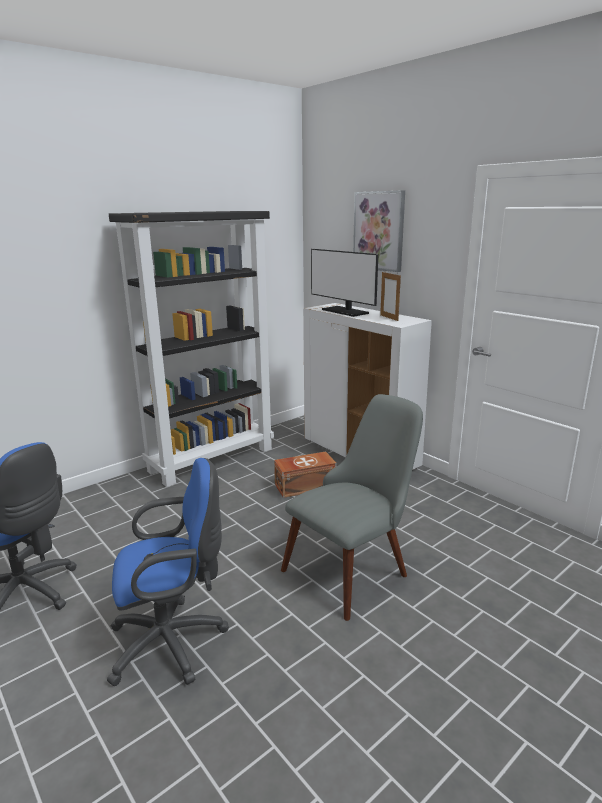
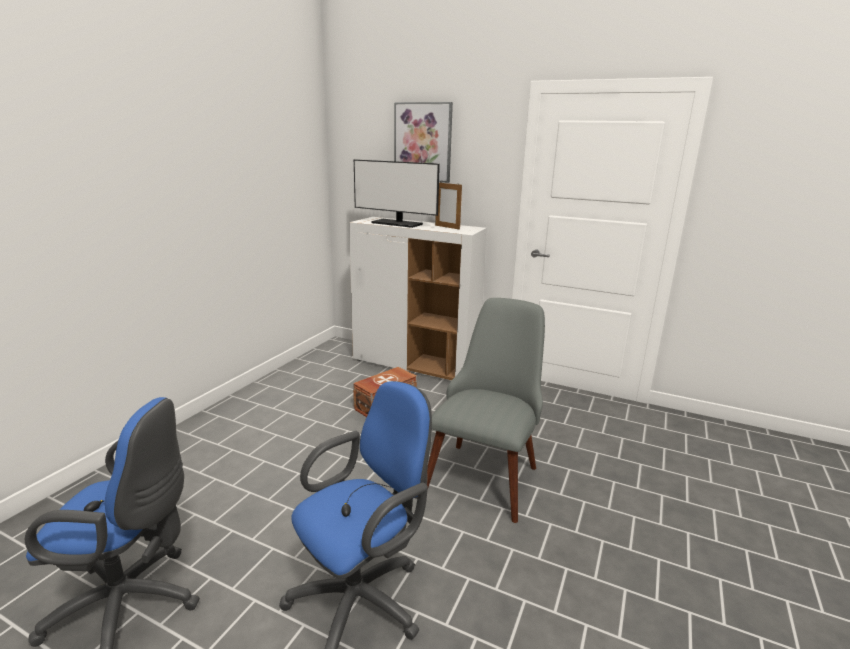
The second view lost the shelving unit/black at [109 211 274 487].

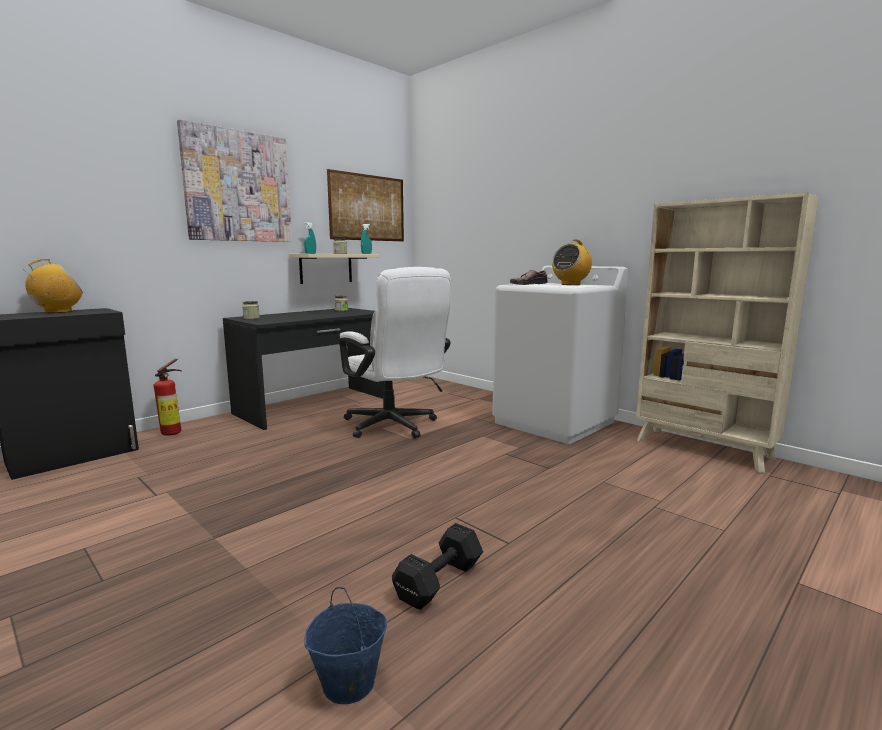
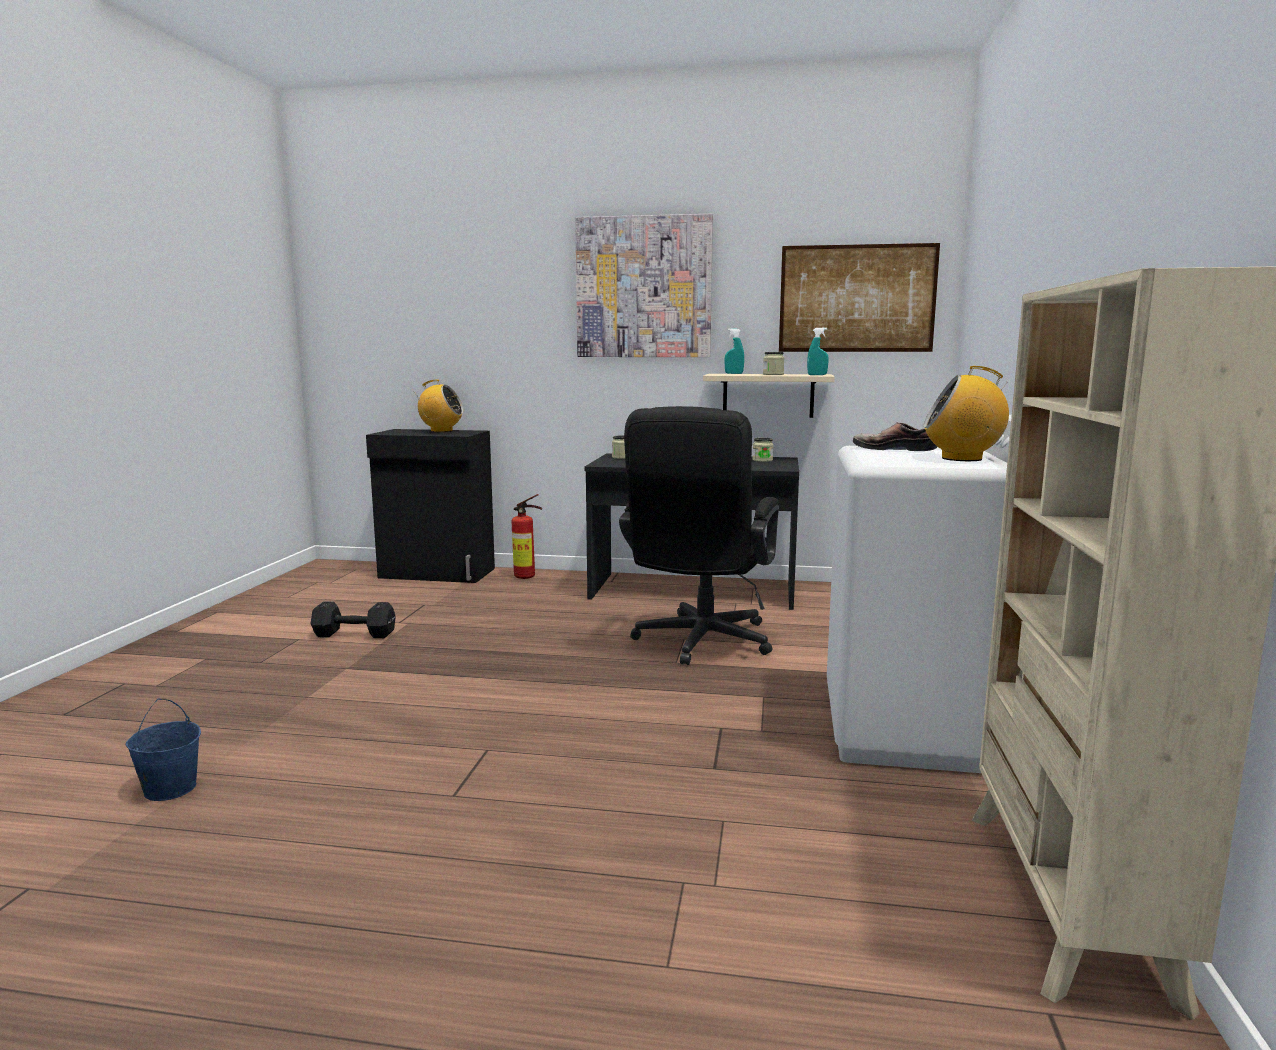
The free weight/black ended up elsewhere, having gone from [392 523 483 610] to [311 601 396 638].
What was the computer chair/white at [339 267 451 439] turned into the computer chair/black at [619 406 779 665].

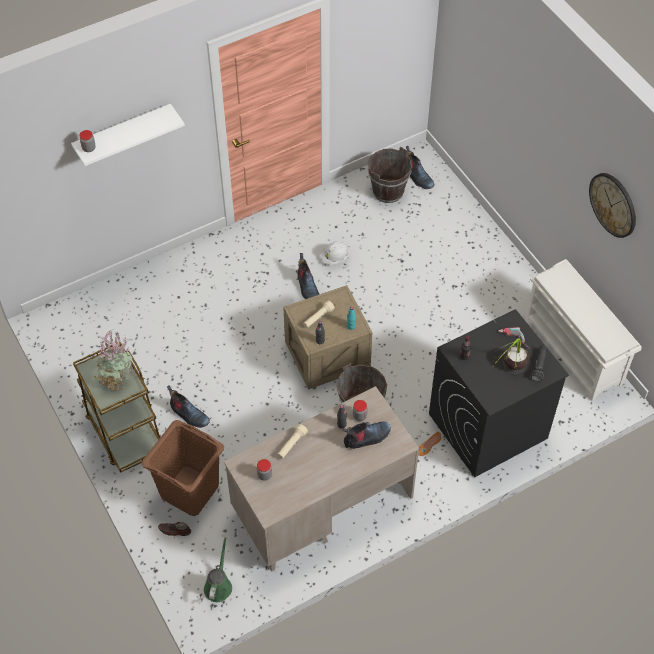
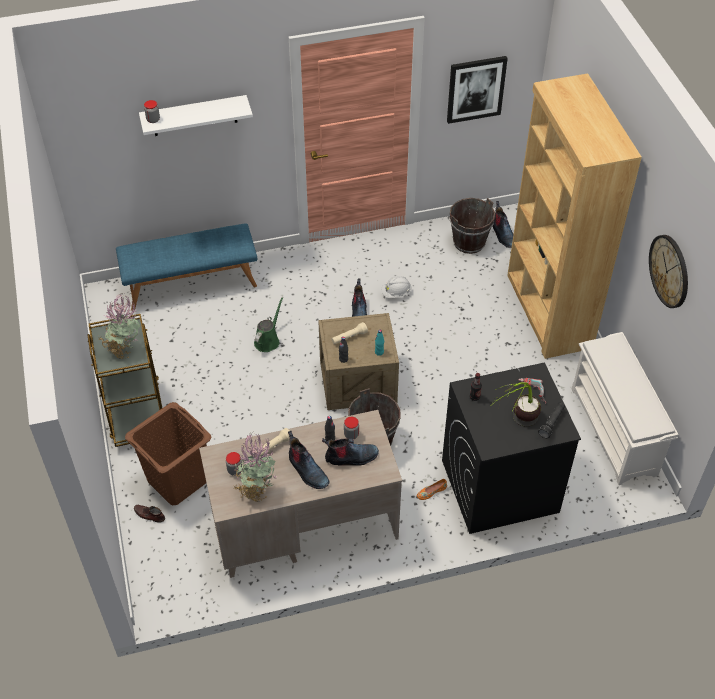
The second view gained the bench/bluish at [116 223 257 310].
The second view gained the potted plant at [233 433 278 503].
The second view gained the wall picture at [447 56 508 124].
The second view gained the shelving unit/brown at [507 74 642 359].
The tall boot ended up elsewhere, having gone from [167 385 210 428] to [288 431 329 489].
The watering pot/green ended up elsewhere, having gone from [204 537 232 602] to [254 297 283 352].

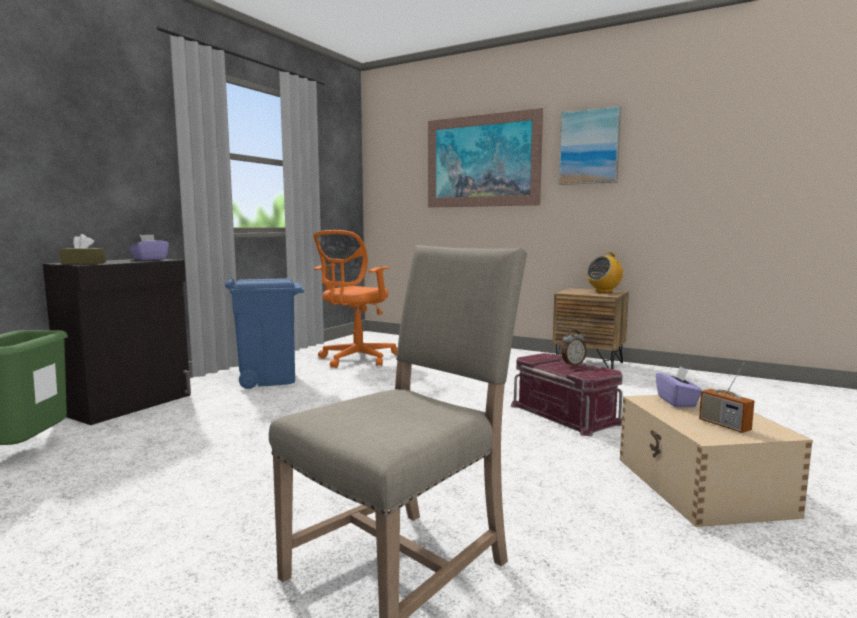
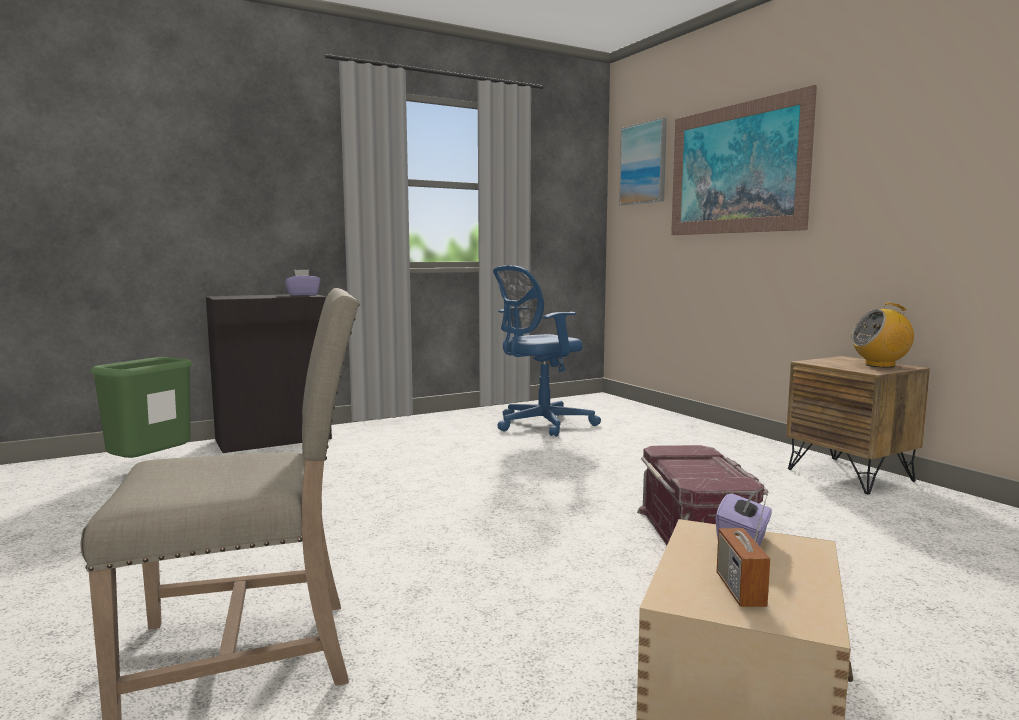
The second view lost the tissue holder/brown at [60 234 106 264].
The second view lost the waste bin/bluish at [225 278 304 389].
The second view lost the bedside clock at [561 330 587 366].
The wall picture ended up elsewhere, having gone from [558 106 621 185] to [619 117 667 206].
What was the computer chair/orangey at [313 230 398 368] turned into the computer chair/bluish at [493 265 601 437].

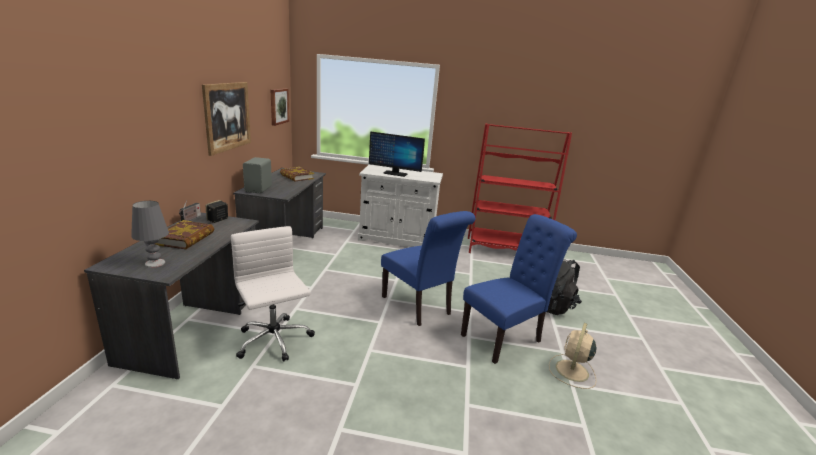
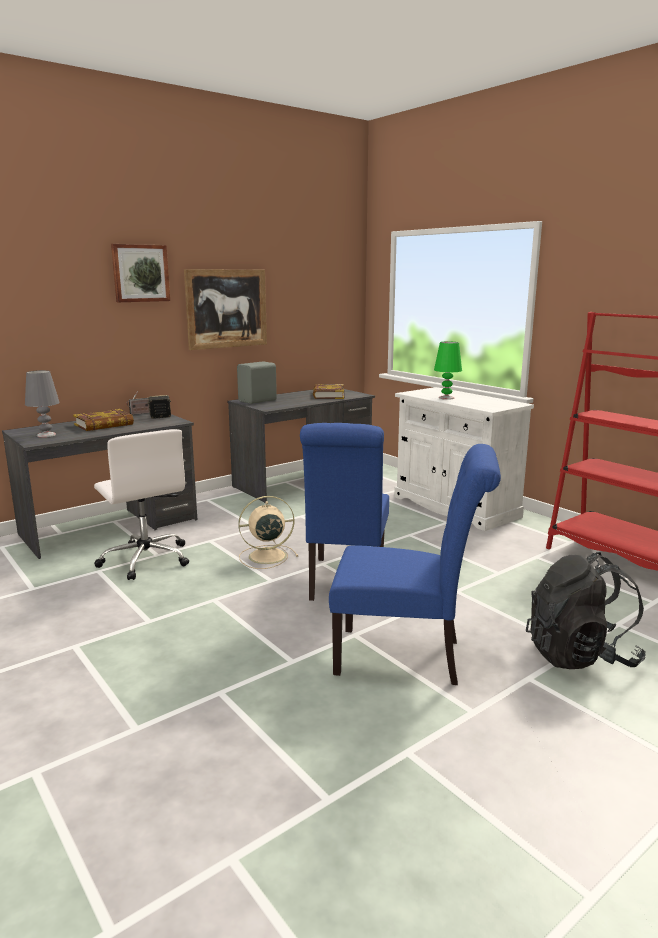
The wall picture ended up elsewhere, having gone from [271 88 289 126] to [111 244 170 302].
The electric fan/beige ended up elsewhere, having gone from [549 323 597 389] to [238 496 298 569].
Where the computer display stood at [369 132 425 177], the lamp for a table/green came to stand at [434 342 462 400].
The computer chair/white at [231 226 315 362] ended up facing another way, 135 degrees clockwise from before.

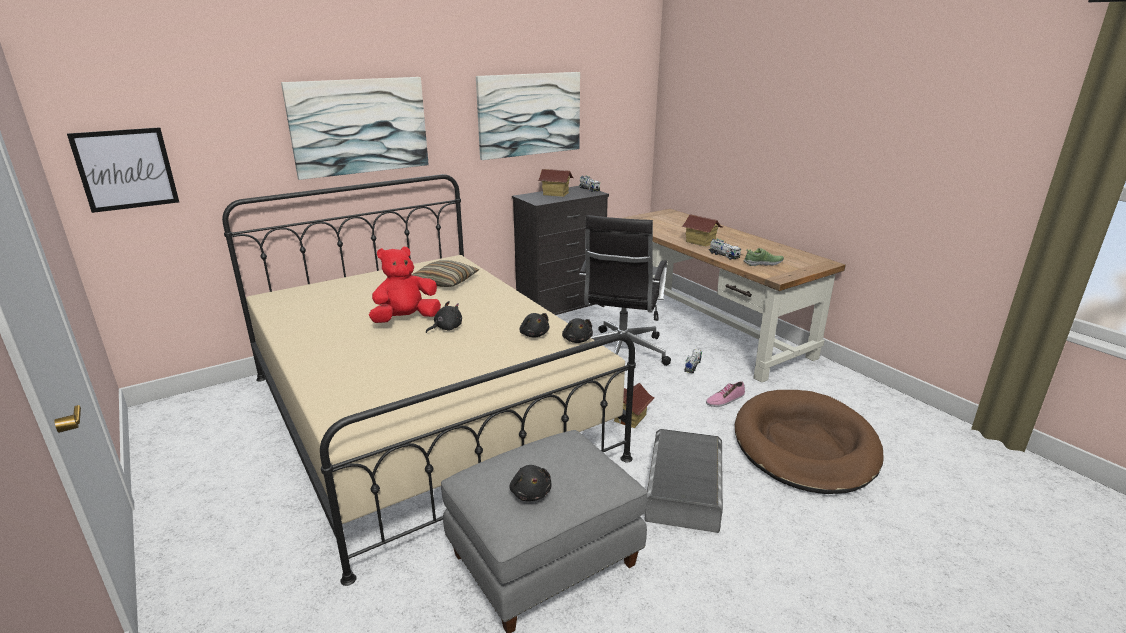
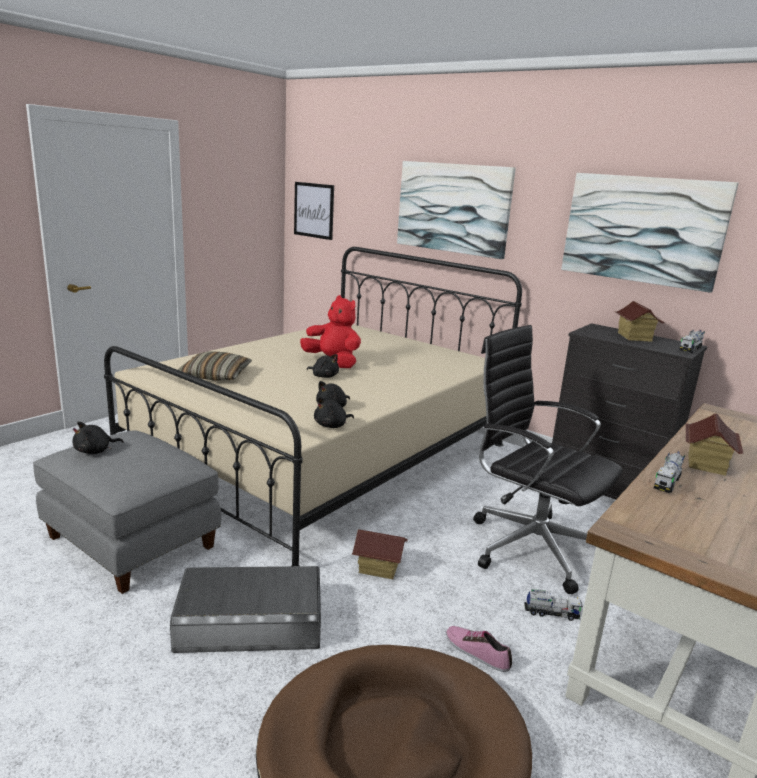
The second view lost the low shoe at [744 248 784 266].
The throw pillow ended up elsewhere, having gone from [412 260 479 287] to [178 351 252 381].
The computer chair/black at [579 215 671 366] ended up facing another way, 45 degrees clockwise from before.

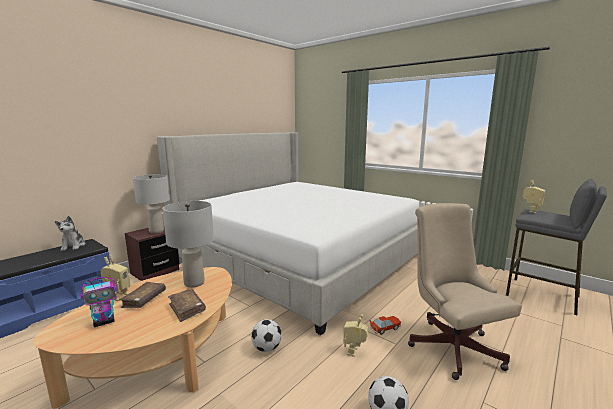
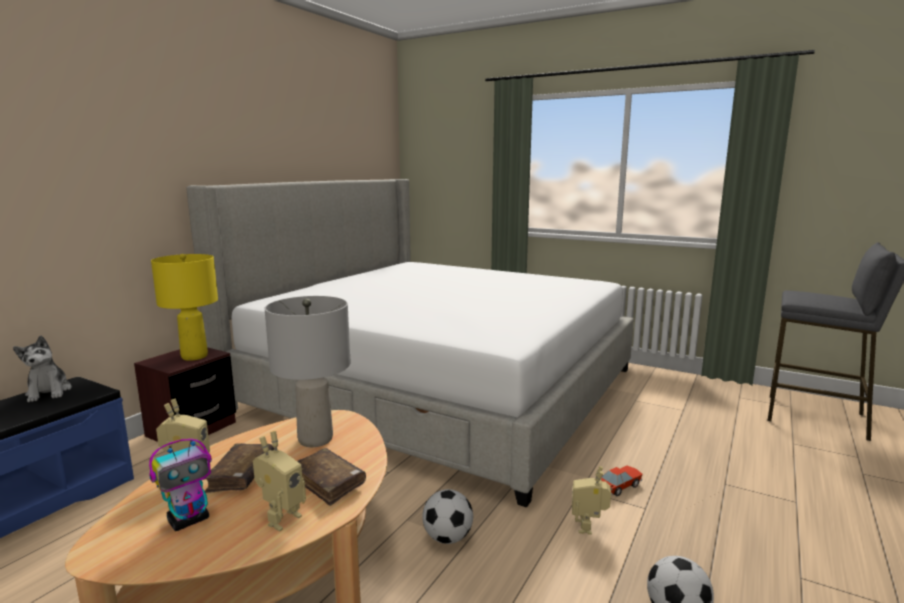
The second view lost the computer chair/beige at [408 203 522 380].
The robot figure ended up elsewhere, having gone from [523 180 545 213] to [253 431 306 532].
What was the lamp for a table/gray at [133 174 170 234] turned into the lamp for a table/yellow-coloured at [151 254 218 361].

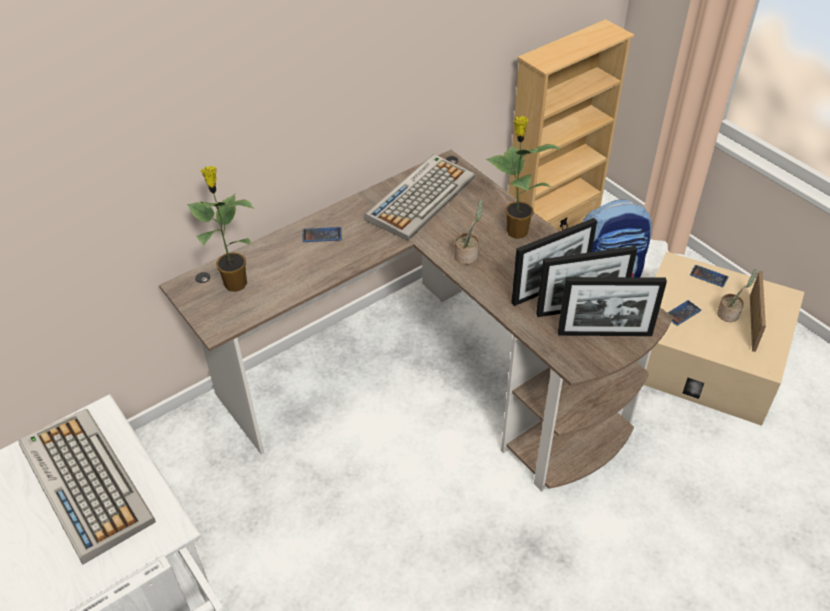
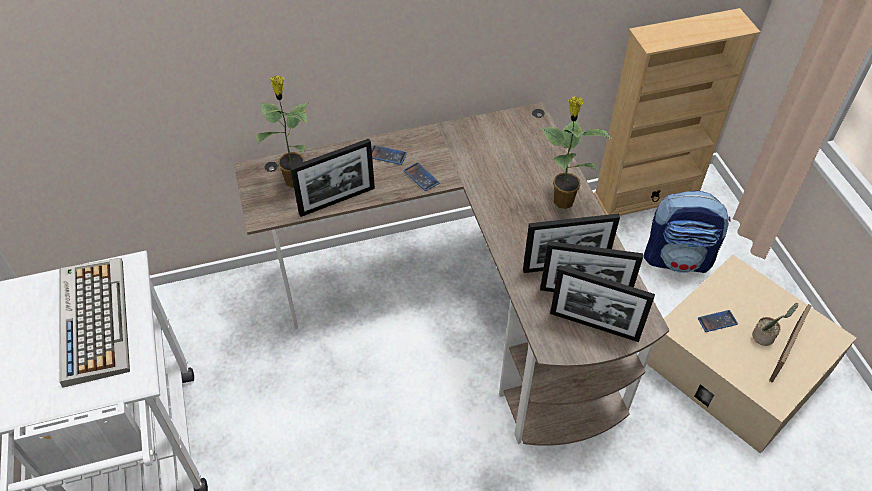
The second view lost the computer keyboard at [365 154 475 241].
The second view lost the potted plant at [454 199 483 265].
The second view gained the standing frame at [290 139 375 217].
The handset ended up elsewhere, having gone from [690 265 728 287] to [404 162 440 191].

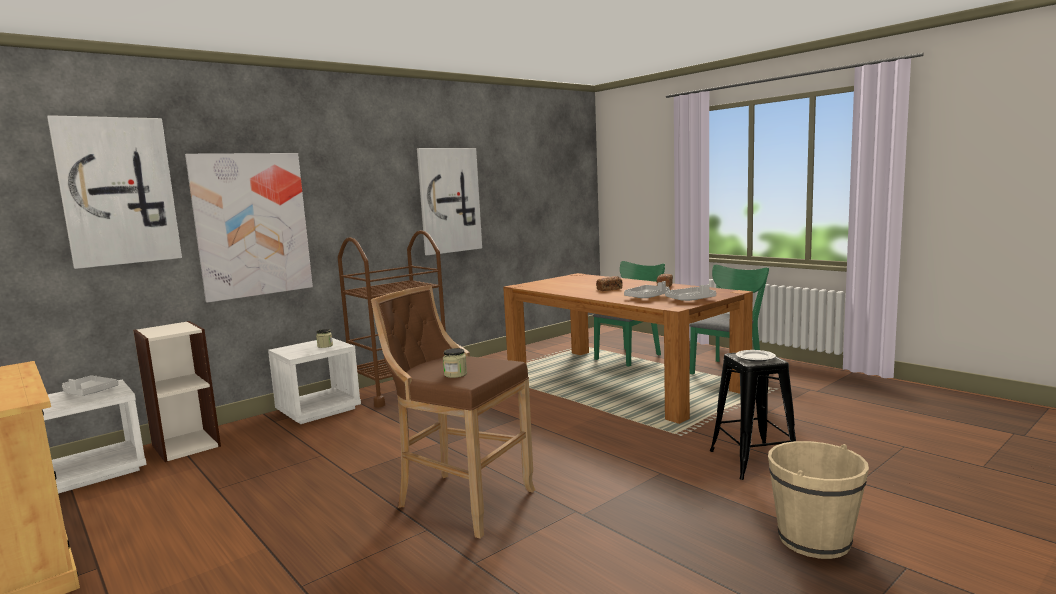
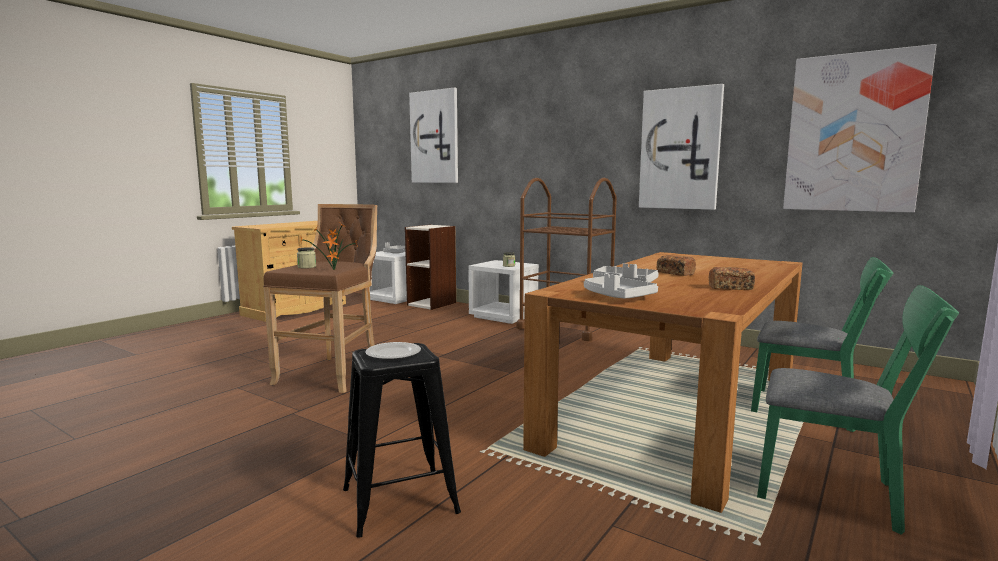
The second view lost the water bucket/beige at [768 441 869 559].
The second view gained the potted plant at [300 224 358 270].
The wall picture ended up elsewhere, having gone from [185 153 313 303] to [783 44 937 213].

